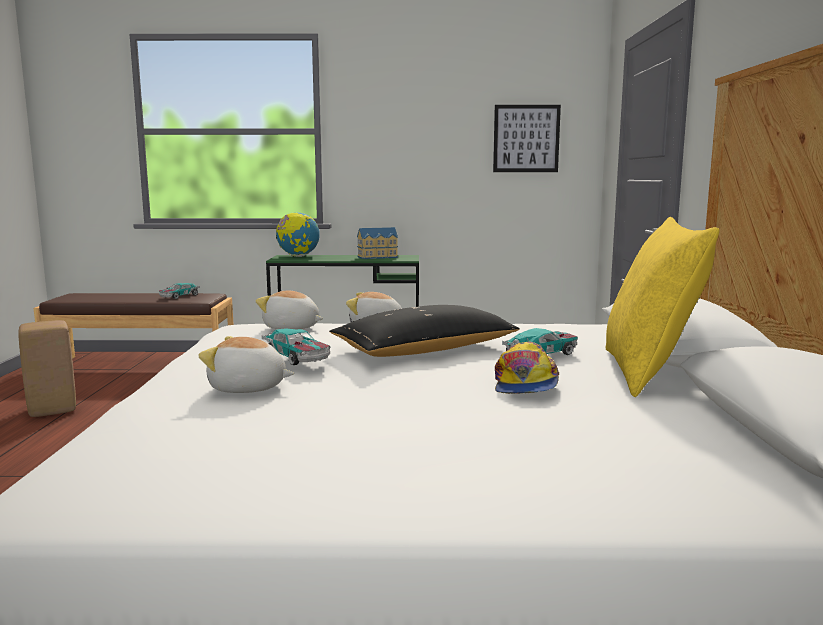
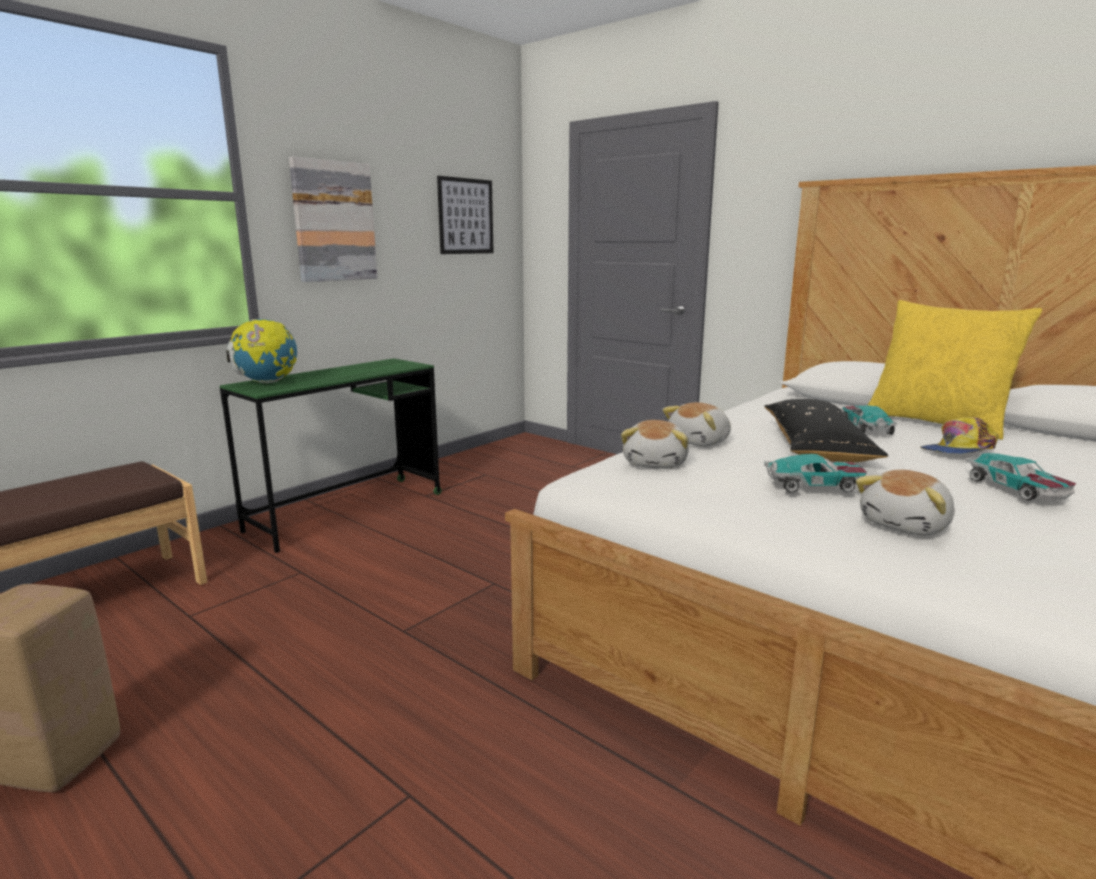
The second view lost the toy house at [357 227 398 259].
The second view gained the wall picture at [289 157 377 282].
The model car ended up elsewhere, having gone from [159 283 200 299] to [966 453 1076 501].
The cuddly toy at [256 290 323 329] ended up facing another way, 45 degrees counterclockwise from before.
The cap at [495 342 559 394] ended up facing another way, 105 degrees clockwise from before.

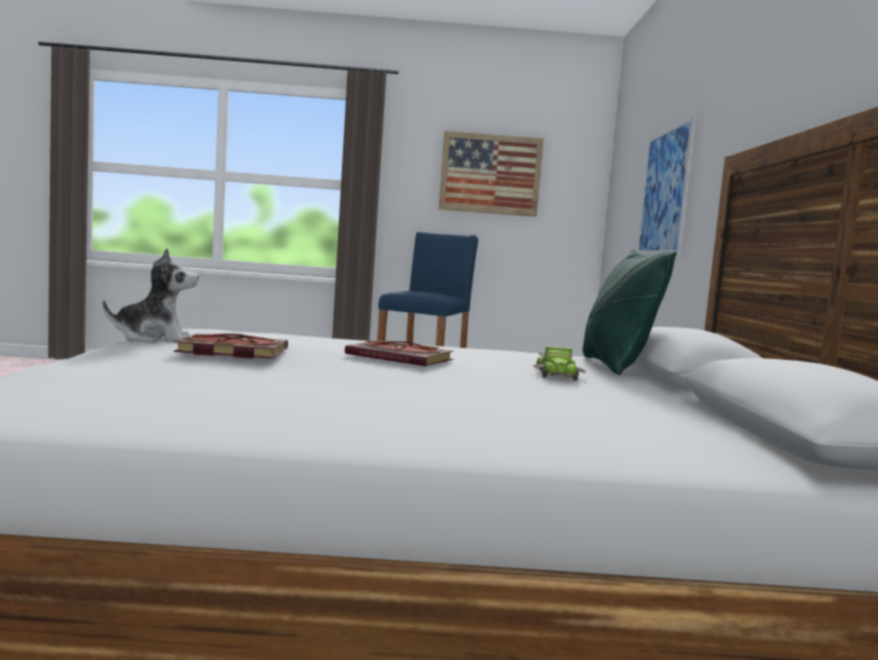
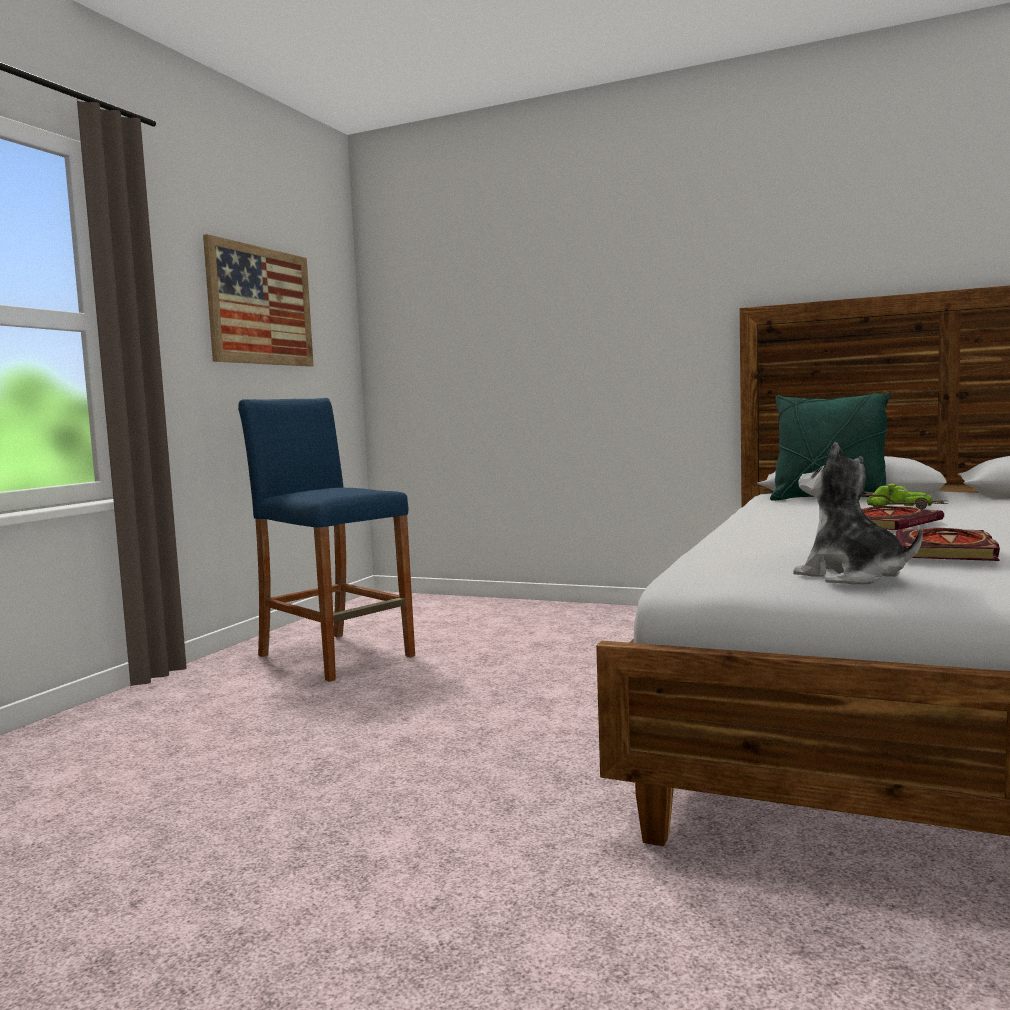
The second view lost the wall picture at [637 114 697 255].
The cuddly toy at [103 248 199 343] ended up facing another way, 45 degrees counterclockwise from before.

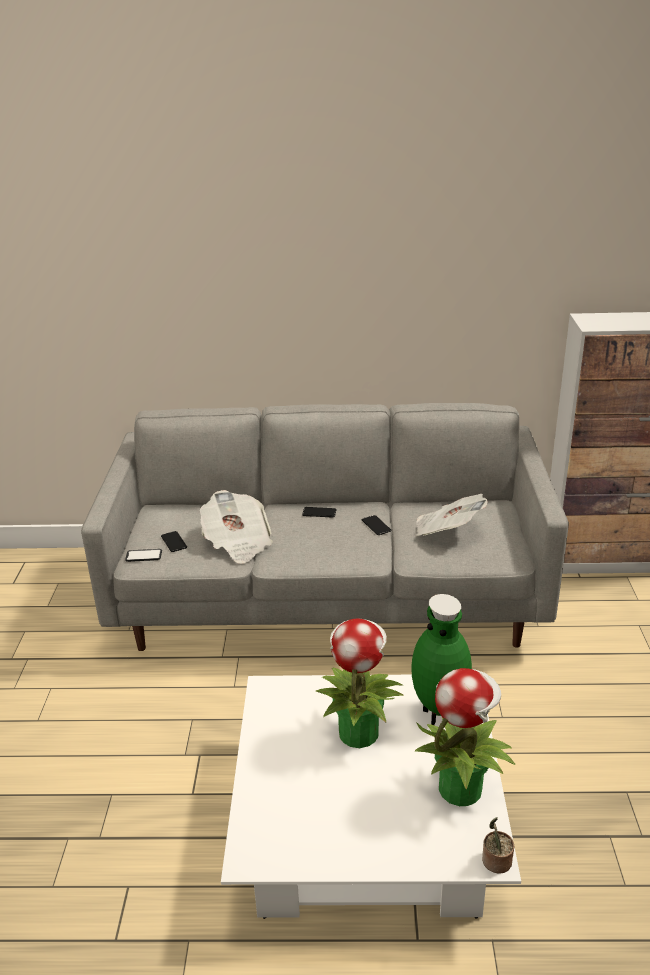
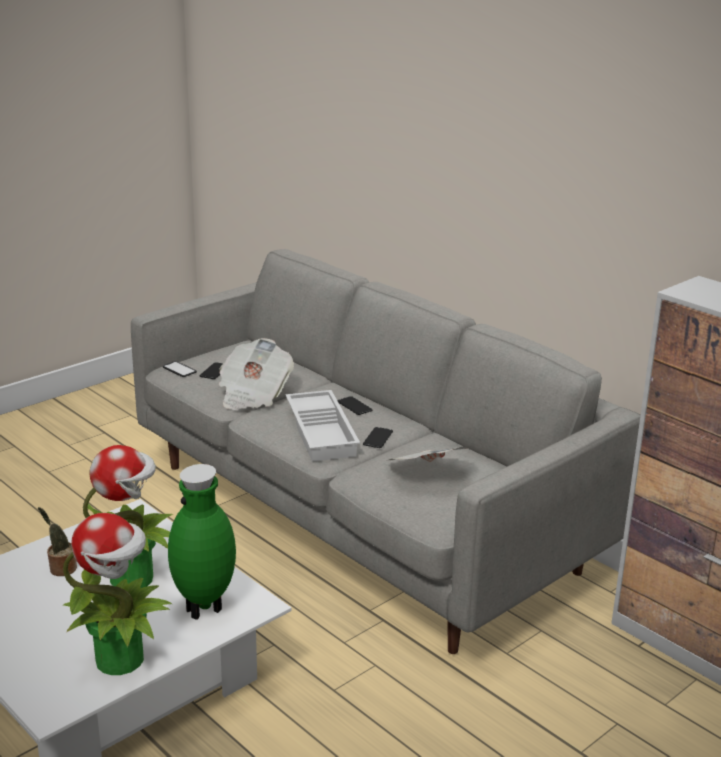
The second view gained the serving tray/white at [286 390 360 462].
The potted plant ended up elsewhere, having gone from [482 817 515 873] to [38 507 77 576].

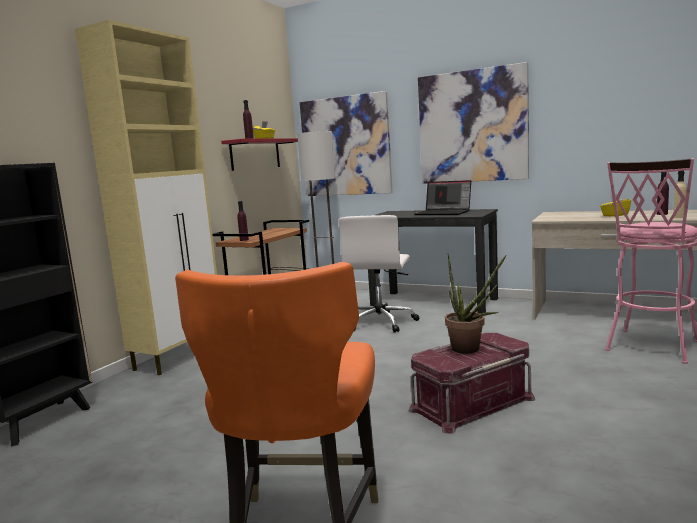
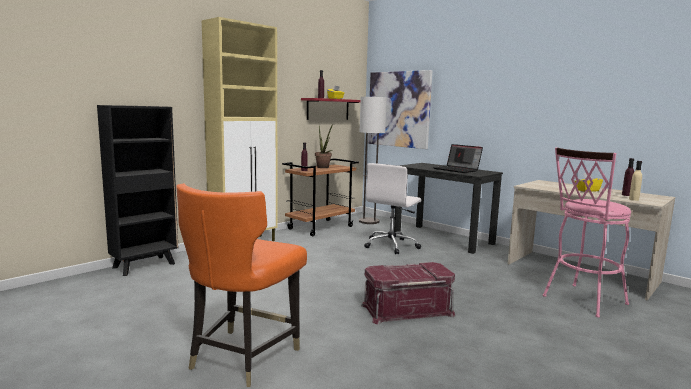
The second view lost the wall picture at [418 62 529 184].
The potted plant ended up elsewhere, having gone from [445 254 506 354] to [315 124 333 168].

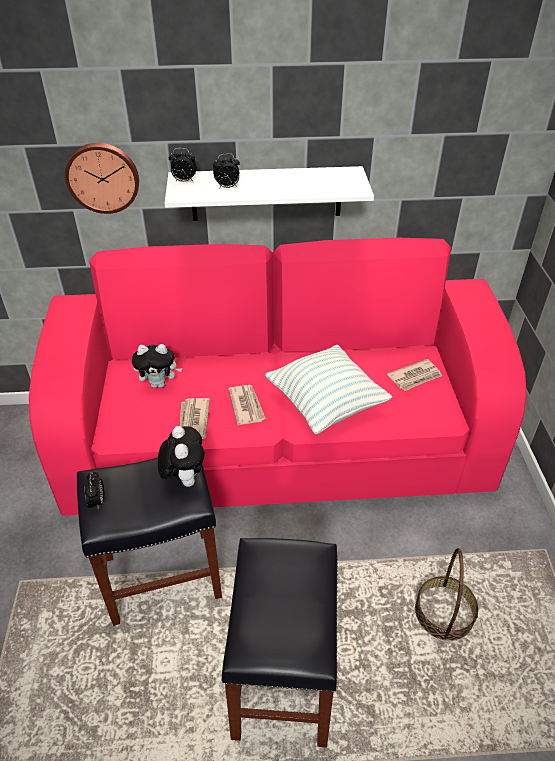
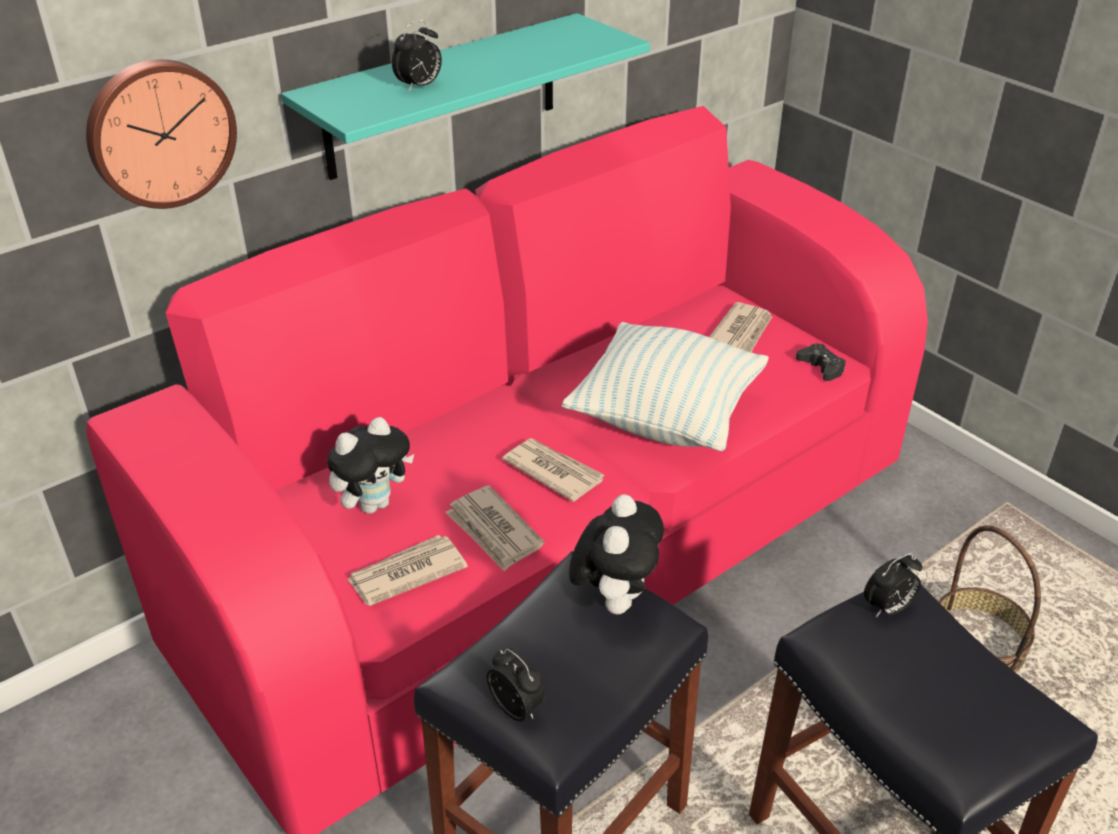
The second view gained the printed paper at [347 535 468 606].
The second view gained the game controller/black at [796 344 846 381].
The bedside clock ended up elsewhere, having gone from [169 148 197 182] to [864 553 922 617].
What was the shelf/white at [165 166 374 221] turned into the shelf/turquoise at [281 13 650 180].
The cuddly toy at [158 426 205 487] ended up facing another way, 60 degrees clockwise from before.

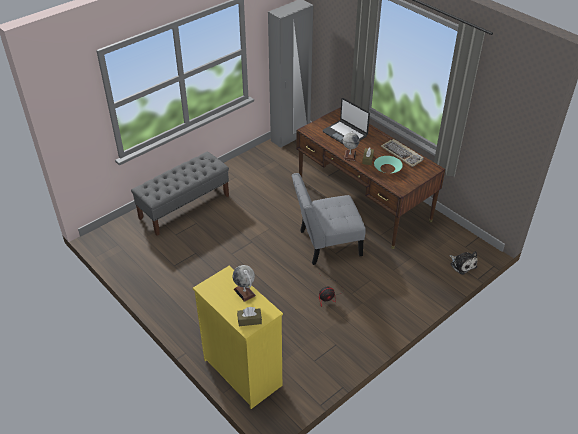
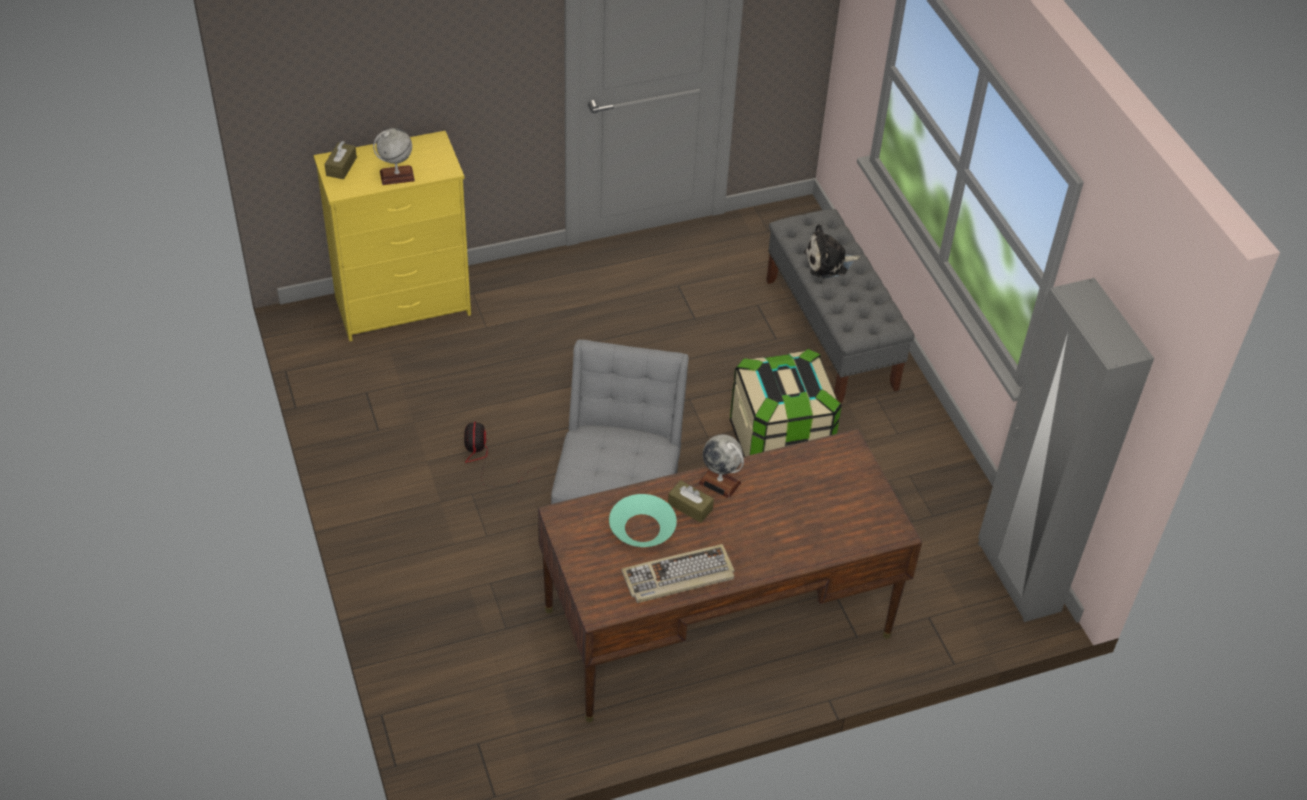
The second view lost the portable computer at [322 98 370 144].
The second view gained the storage container at [730 349 842 457].
The cuddly toy ended up elsewhere, having gone from [449 251 478 275] to [804 224 860 278].

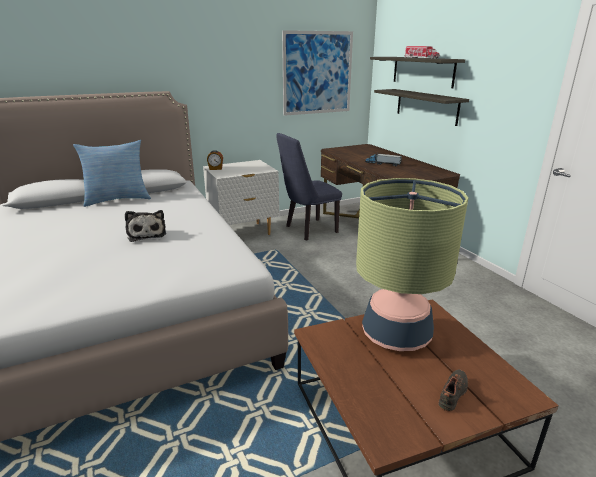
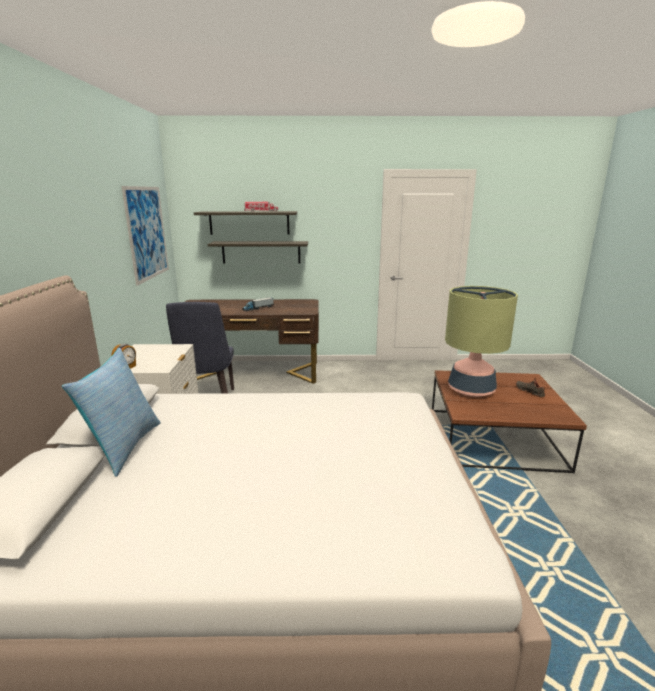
The second view lost the cuddly toy at [125 210 166 242].

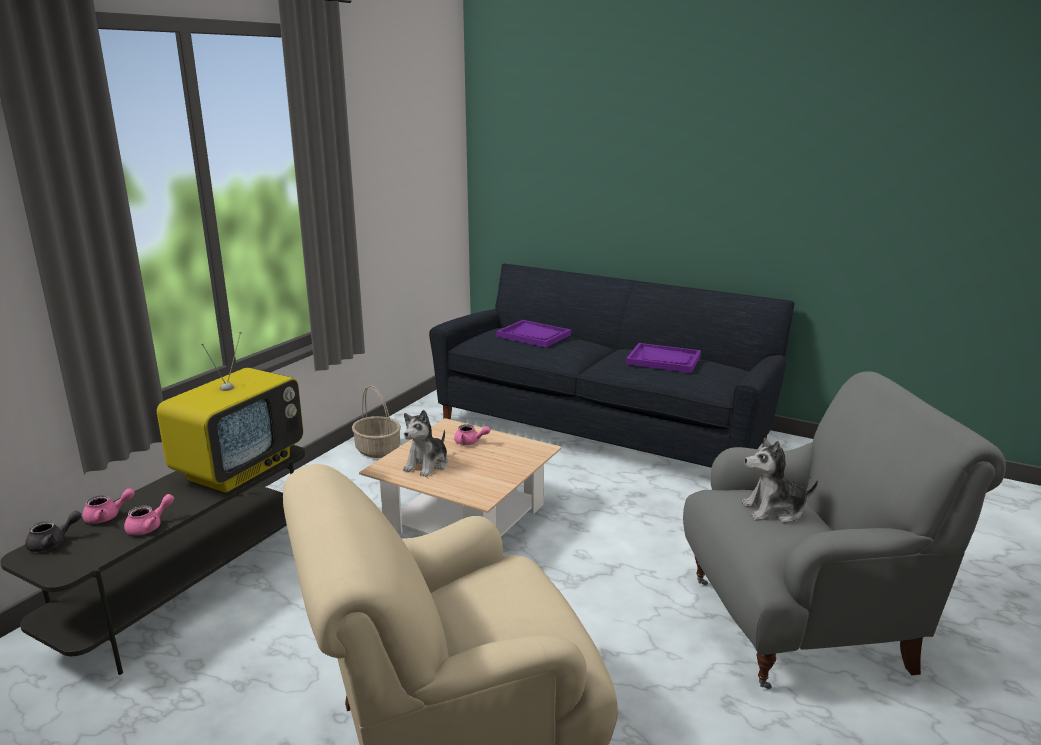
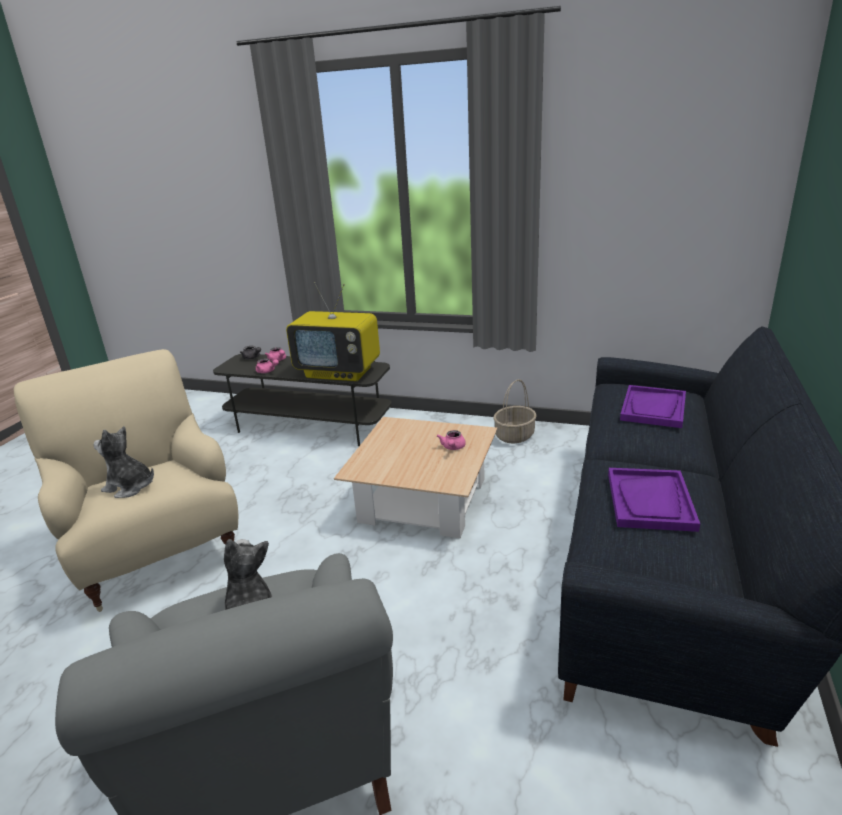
The cuddly toy ended up elsewhere, having gone from [403 410 448 477] to [94 426 154 498].

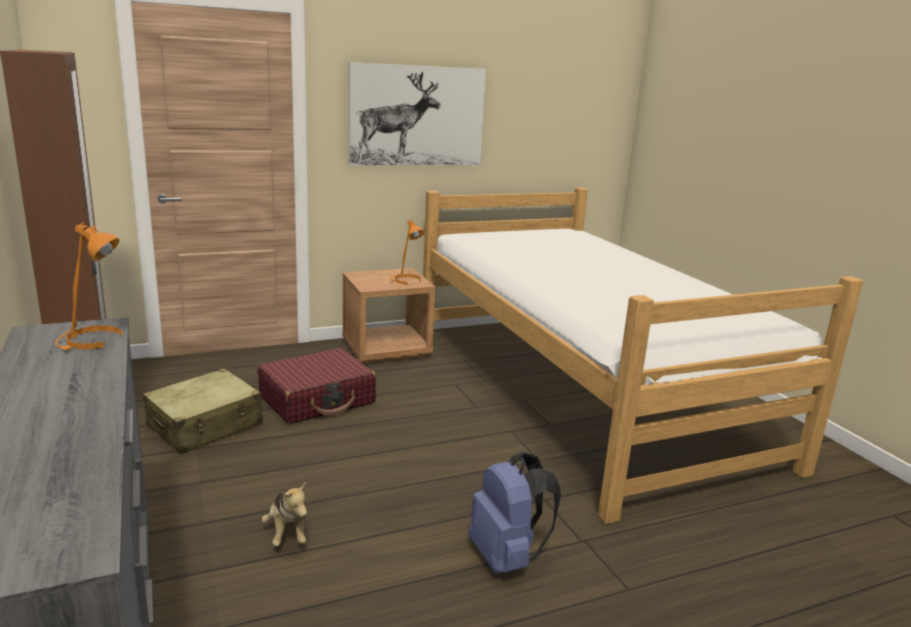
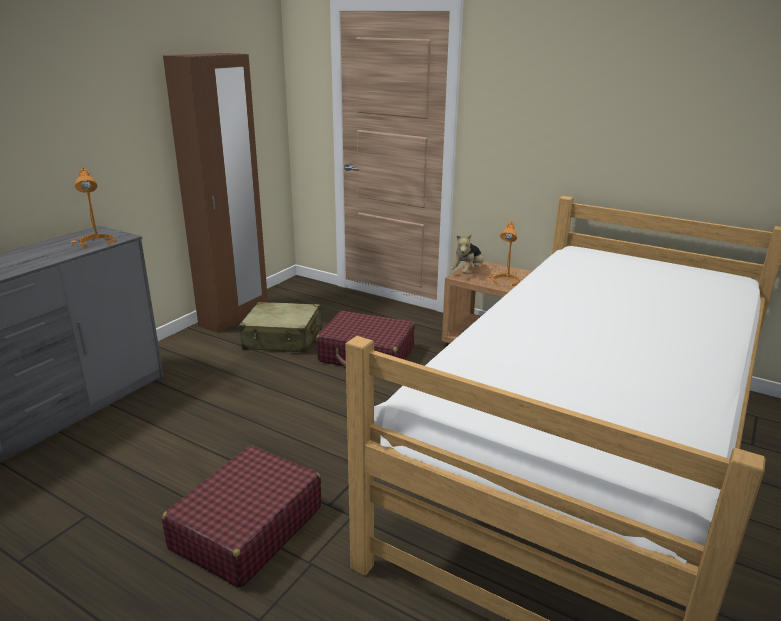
The second view lost the wall picture at [348 62 486 166].
The cuddly toy ended up elsewhere, having gone from [262 481 307 546] to [450 234 484 274].
Where the rucksack/bluish stood at [468 452 561 573], the travel case/reddish came to stand at [162 445 322 588].

